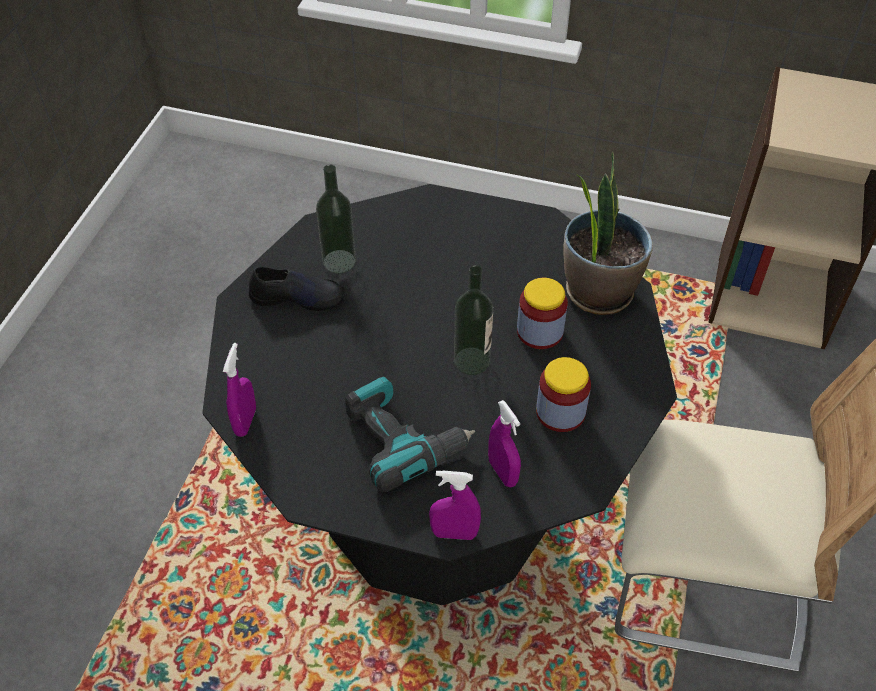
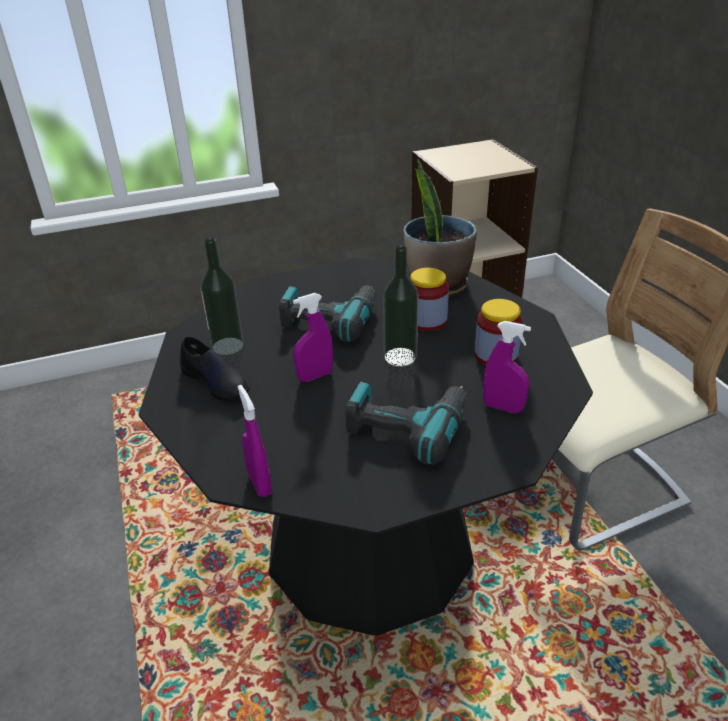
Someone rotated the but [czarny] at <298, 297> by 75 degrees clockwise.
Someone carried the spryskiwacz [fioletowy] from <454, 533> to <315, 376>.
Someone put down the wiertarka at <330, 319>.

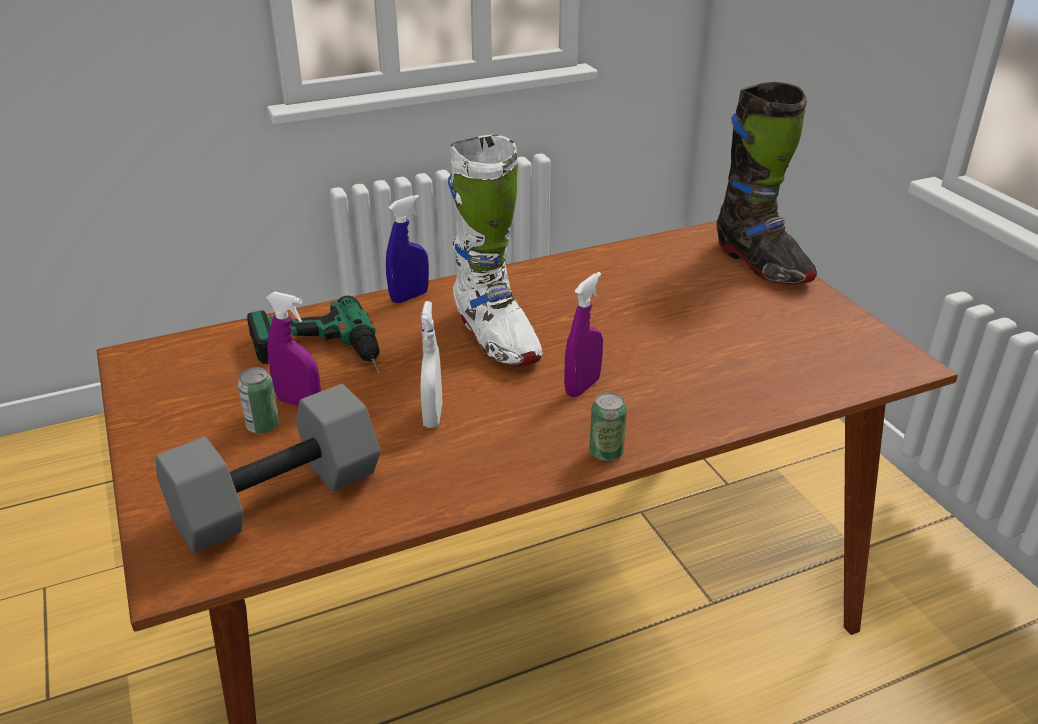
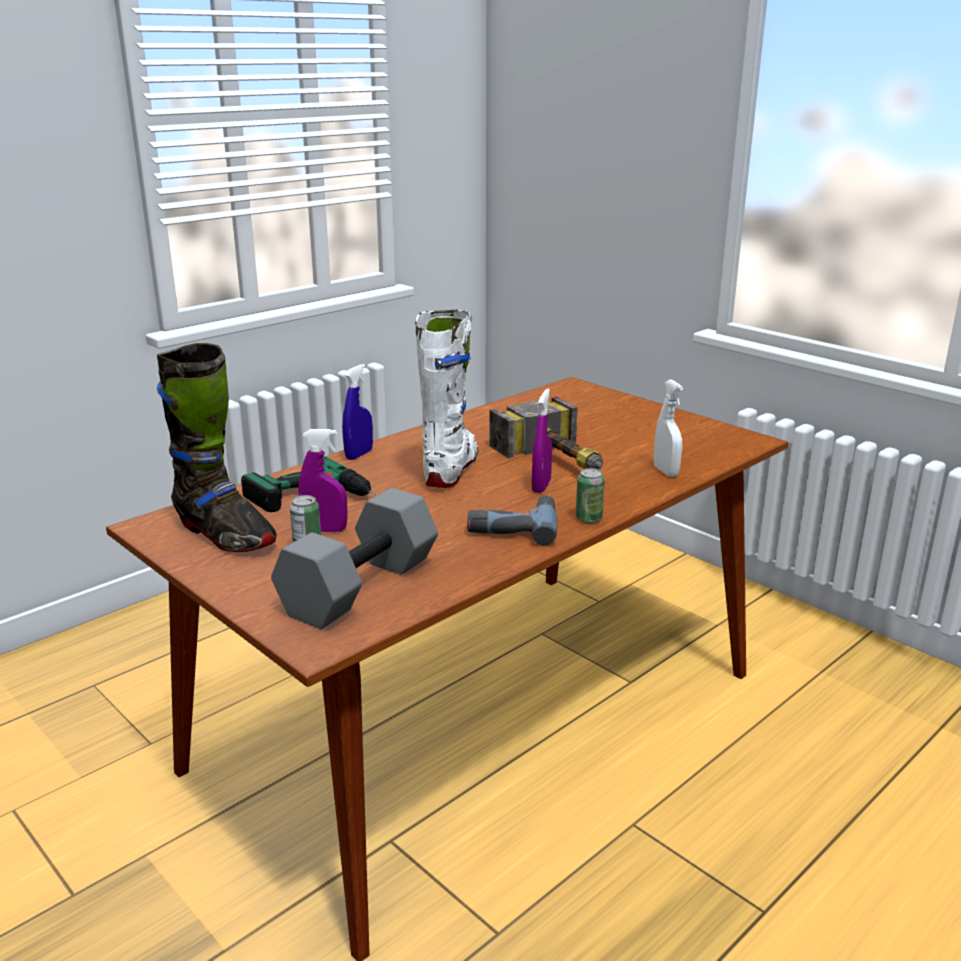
Someone carried the but z cholewką [czarny] from <761, 264> to <224, 535>.
Someone rotated the but z cholewką [biały] at <495, 338> by 120 degrees counterclockwise.
Someone carried the spryskiwacz [biały] from <433, 416> to <665, 471>.
Someone put down the młotek at <559, 461>.
Someone put down the wiertarka at <513, 526>.

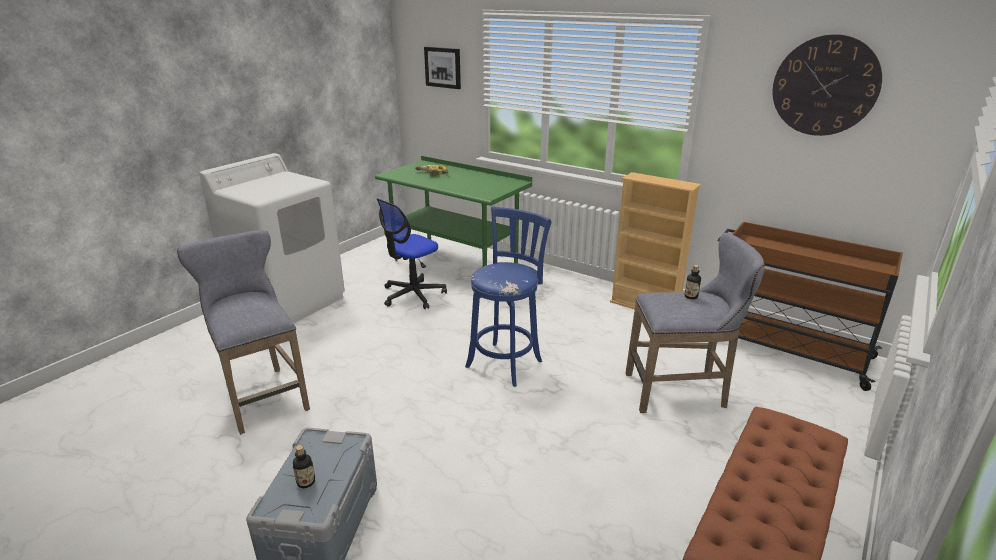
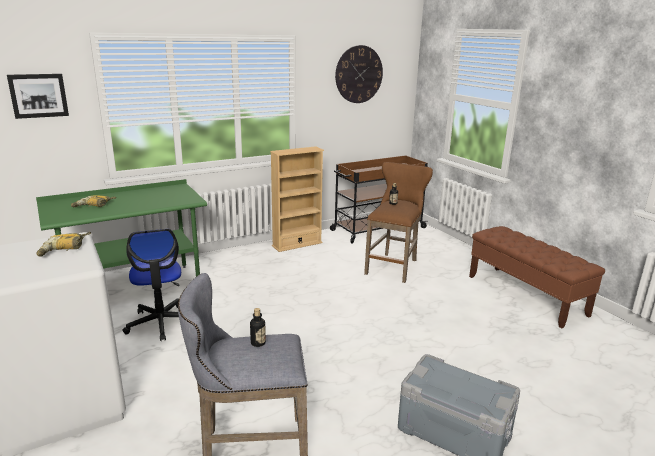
Someone took away the stołek [niebieski] at <506, 362>.
Someone repainted the stołek [szary] at <681, 392>, which became the stołek [brązowy] at <394, 266>.
Someone carried the butelka from <306, 482> to <258, 343>.
Someone put down the wiertarka at <64, 249>.

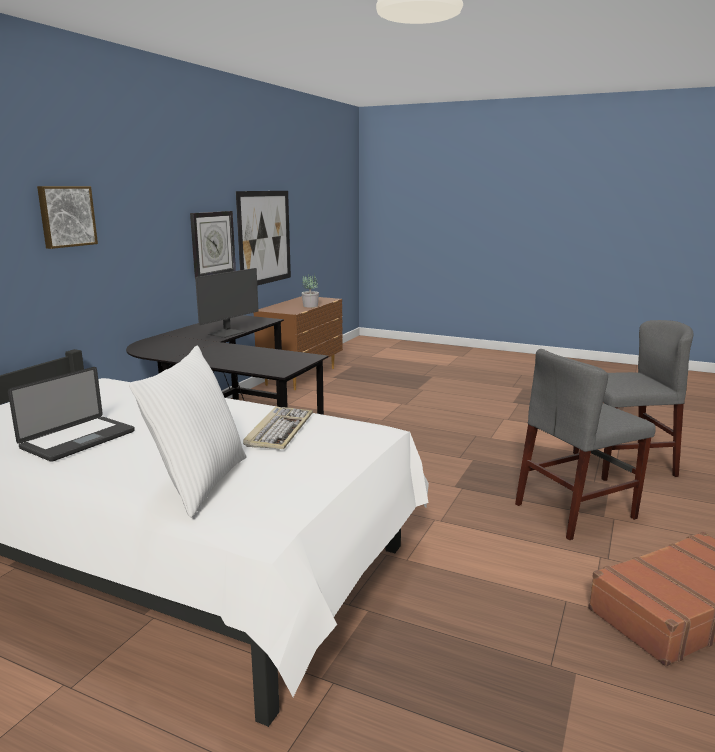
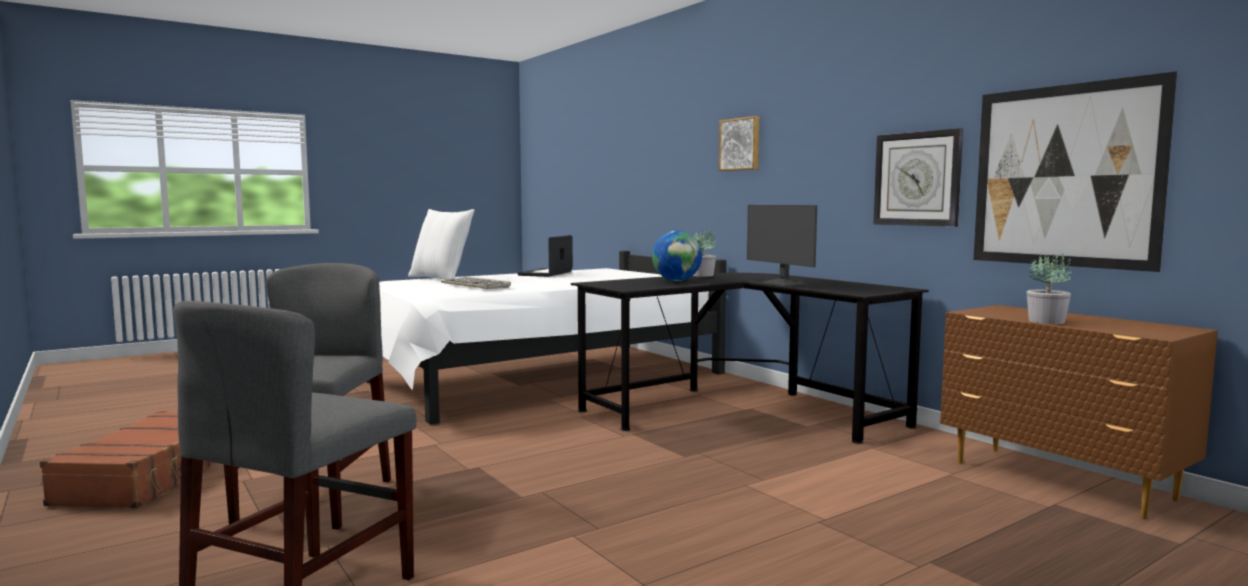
Someone rotated the laptop at <78, 440> by 45 degrees clockwise.
Someone put down the roślina doniczkowa at <703, 275>.
Someone put down the globus at <676, 281>.

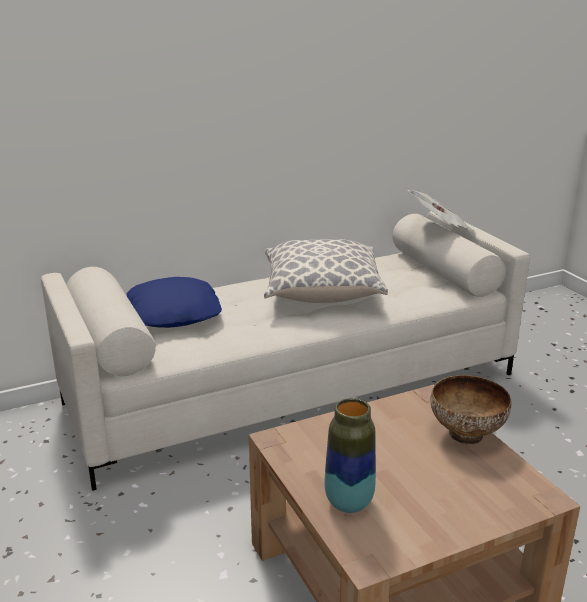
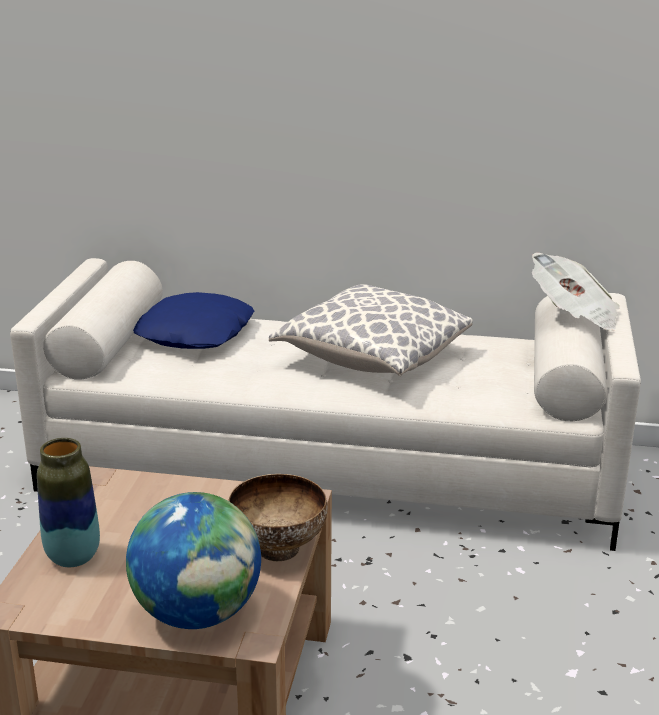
Someone put down the globus at <197, 614>.

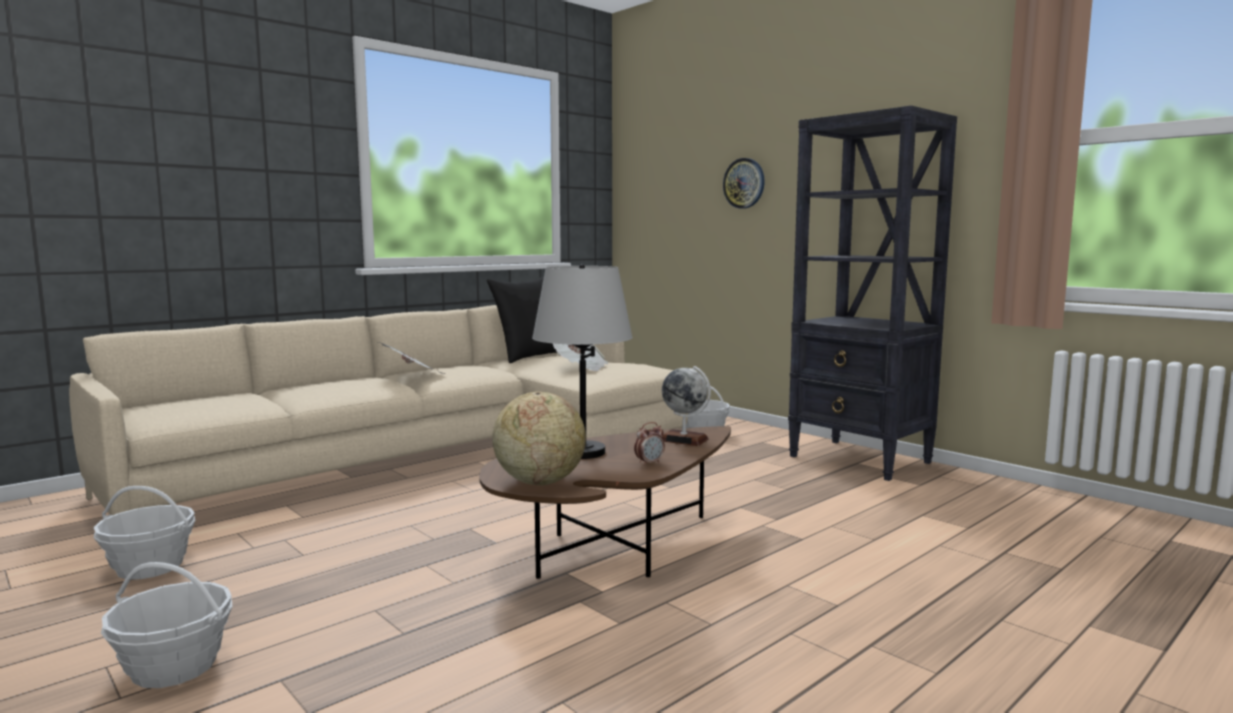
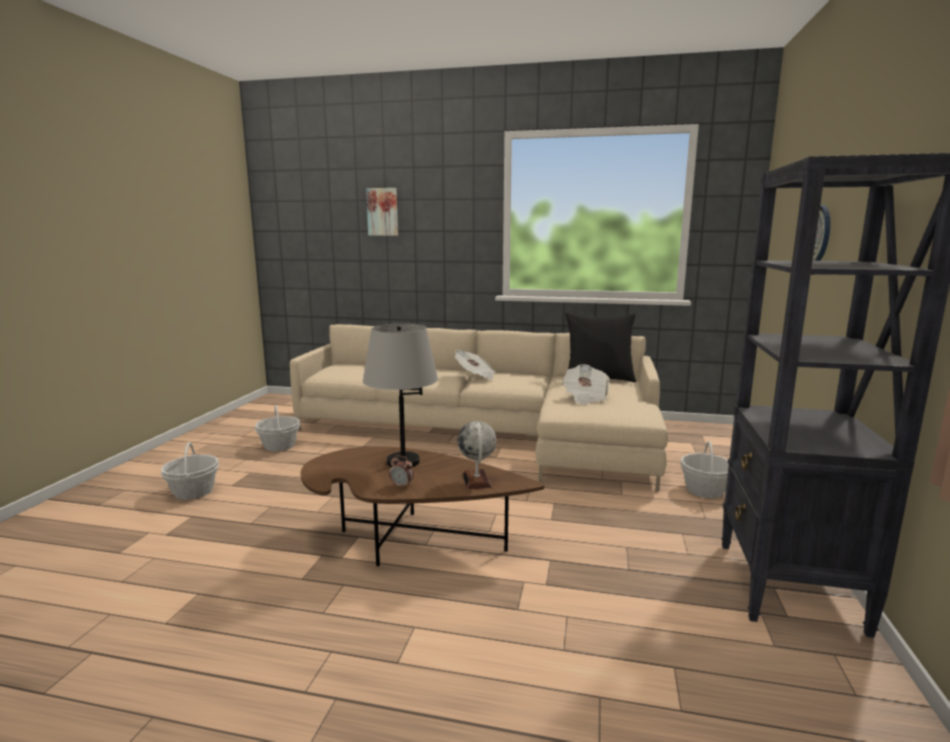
Someone took away the globus at <539, 482>.
Someone put up the obraz at <383, 212>.

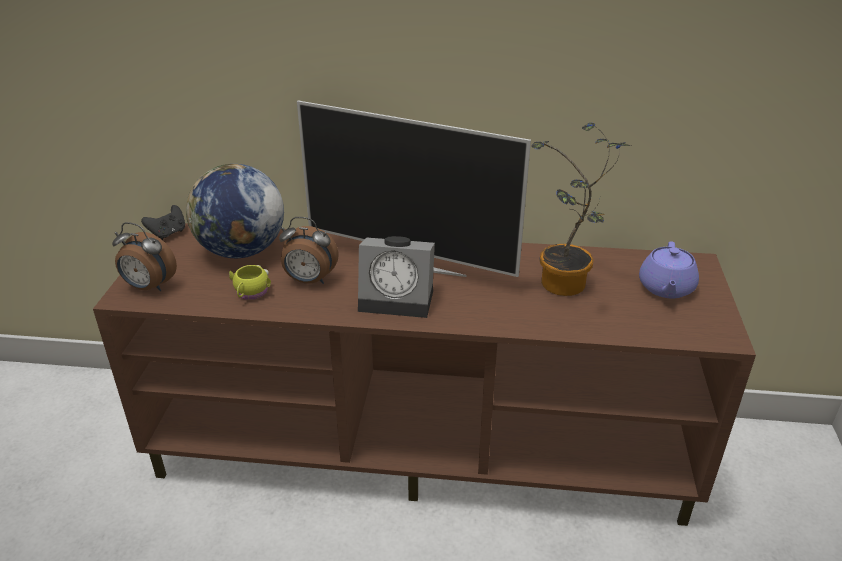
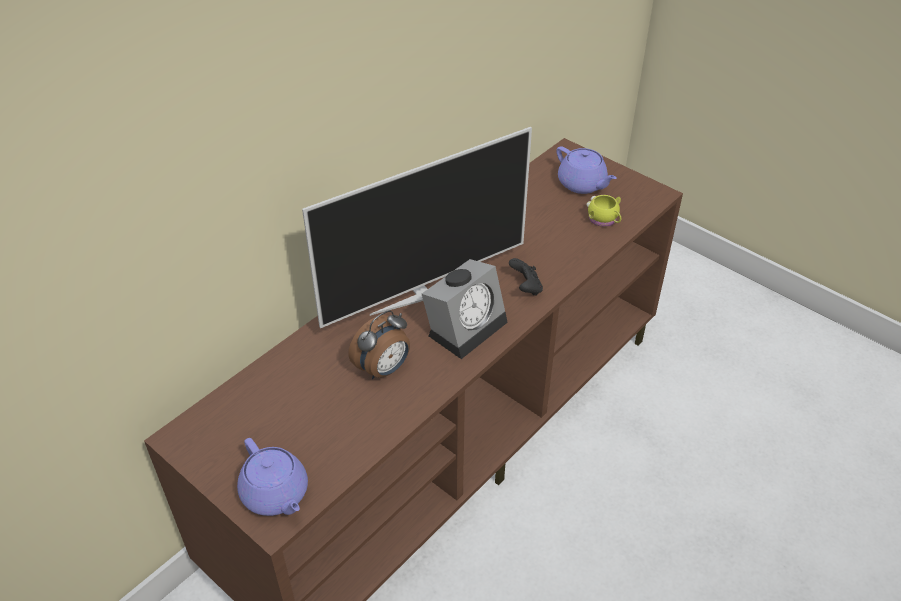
Someone took away the roślina doniczkowa at <564, 288>.
Someone took away the globus at <241, 251>.
Someone carried the pad do gier [czarny] from <168, 233> to <526, 288>.
Someone swapped the budzik at <149, 287> for the imbryk [fioletowy] at <276, 494>.
Someone carried the kubek [żółty] from <251, 293> to <604, 220>.

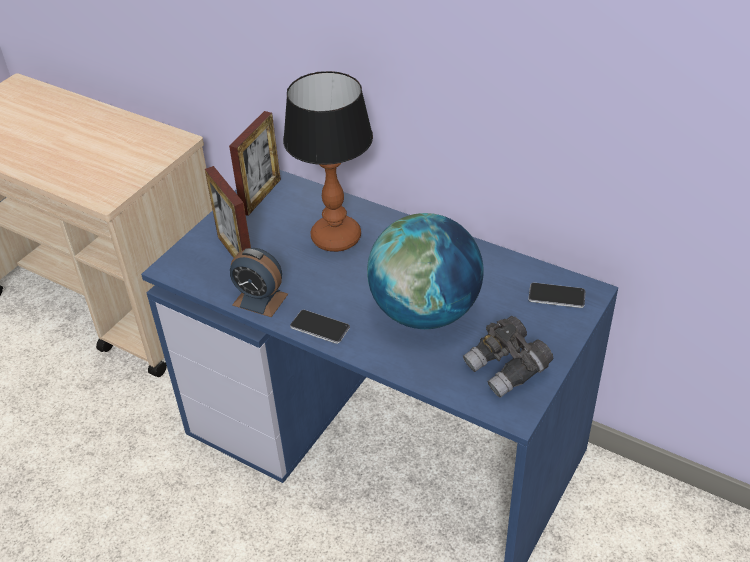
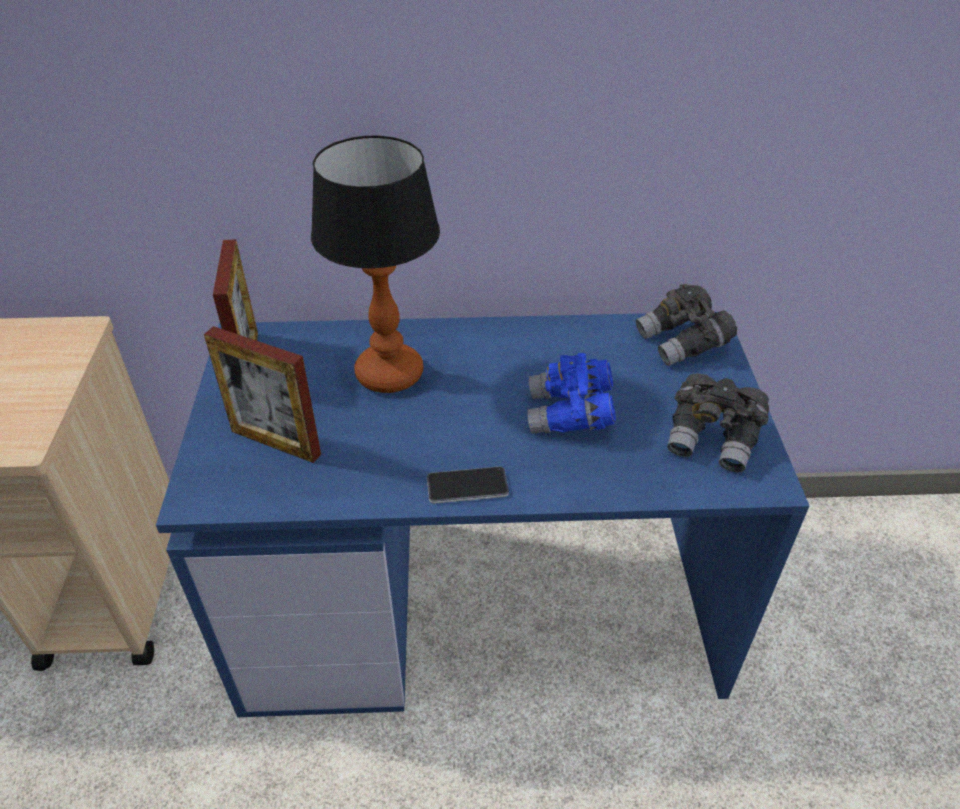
Someone swapped the globus at <425, 312> for the lornetka [niebieski] at <570, 415>.
Someone took away the budzik at <260, 299>.
Someone swapped the telefon at <556, 296> for the lornetka [szary] at <682, 343>.

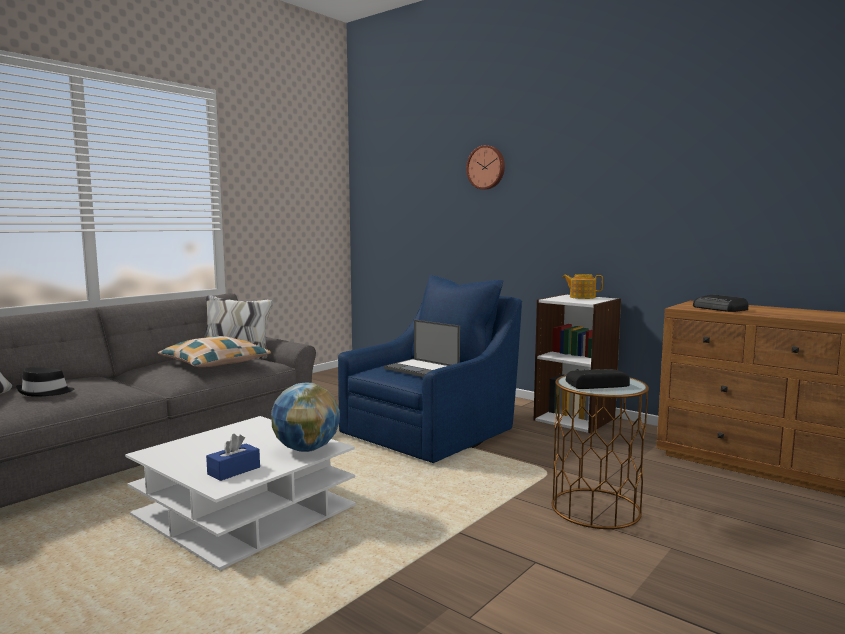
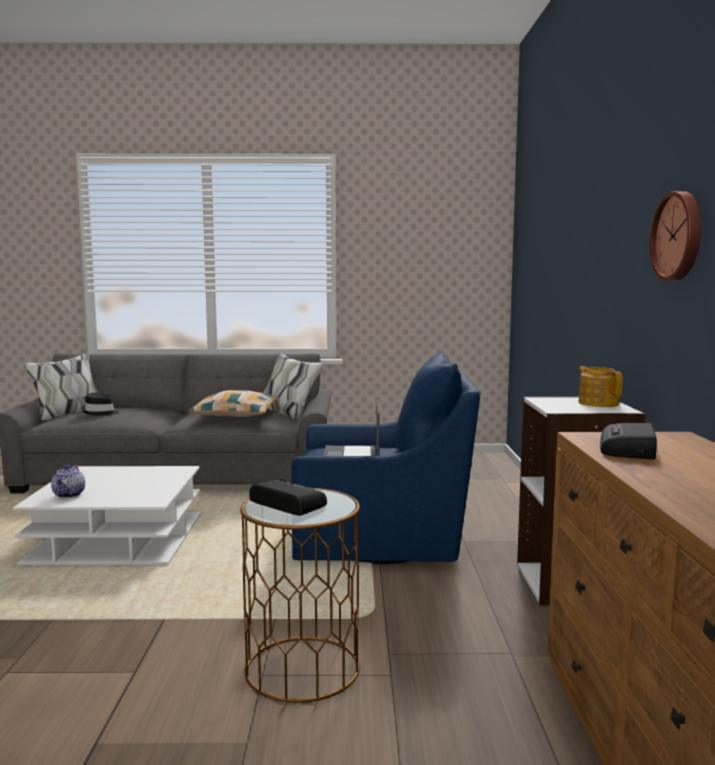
Someone carried the zegar ścienny from <486, 167> to <679, 236>.
Someone took away the globus at <306, 449>.
Someone swapped the pudełko chusteczek [niebieski] at <234, 471> for the imbryk at <69, 495>.

